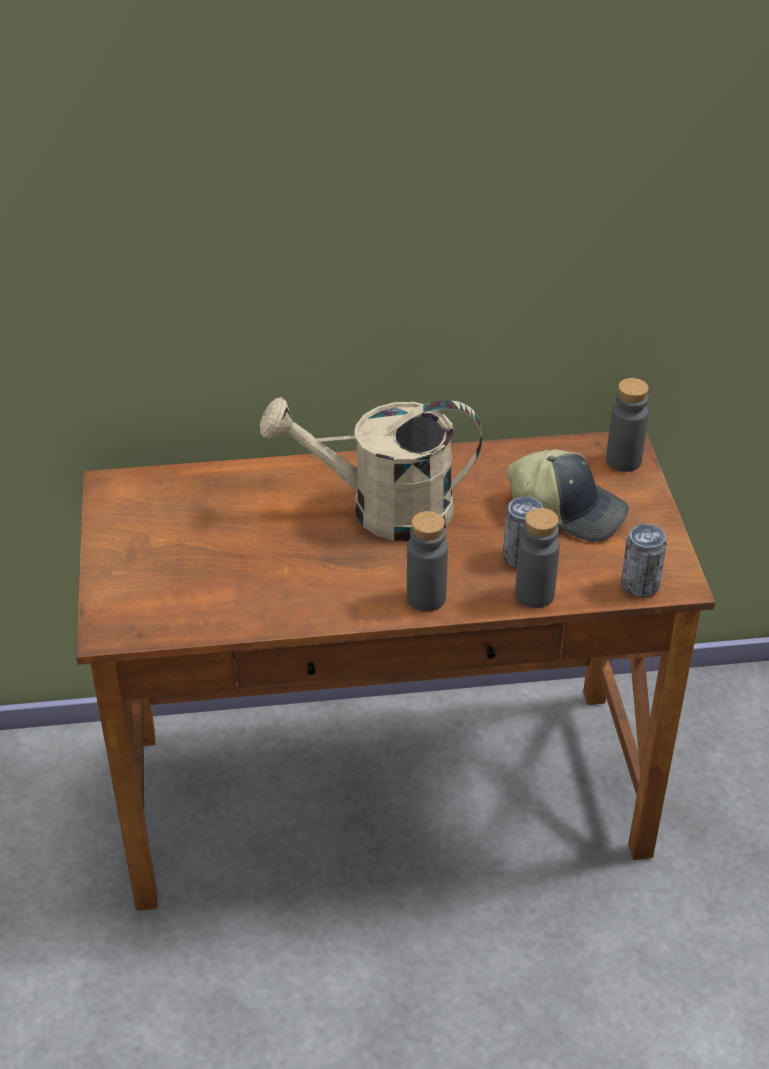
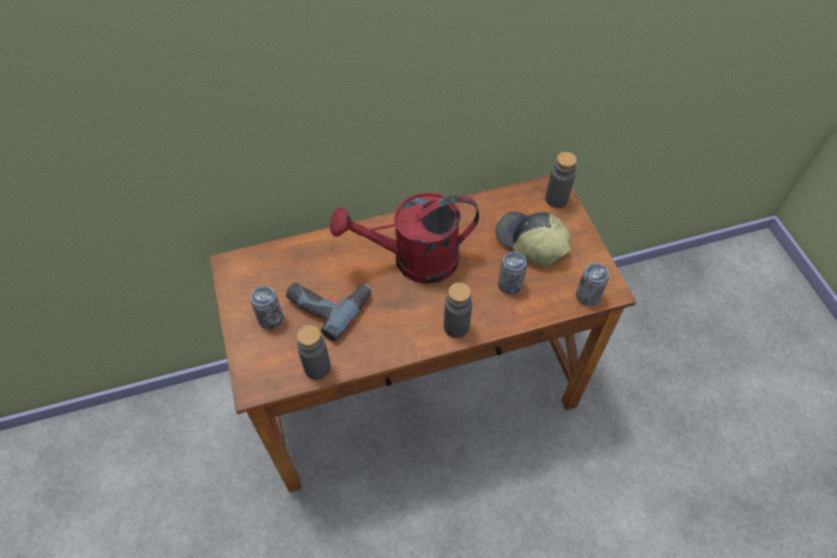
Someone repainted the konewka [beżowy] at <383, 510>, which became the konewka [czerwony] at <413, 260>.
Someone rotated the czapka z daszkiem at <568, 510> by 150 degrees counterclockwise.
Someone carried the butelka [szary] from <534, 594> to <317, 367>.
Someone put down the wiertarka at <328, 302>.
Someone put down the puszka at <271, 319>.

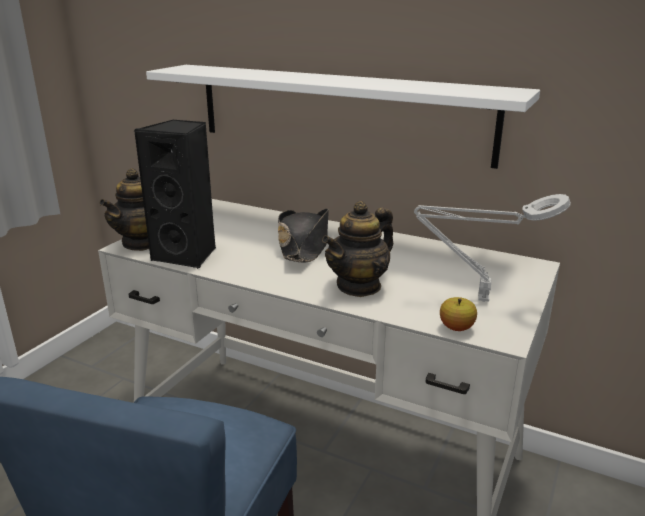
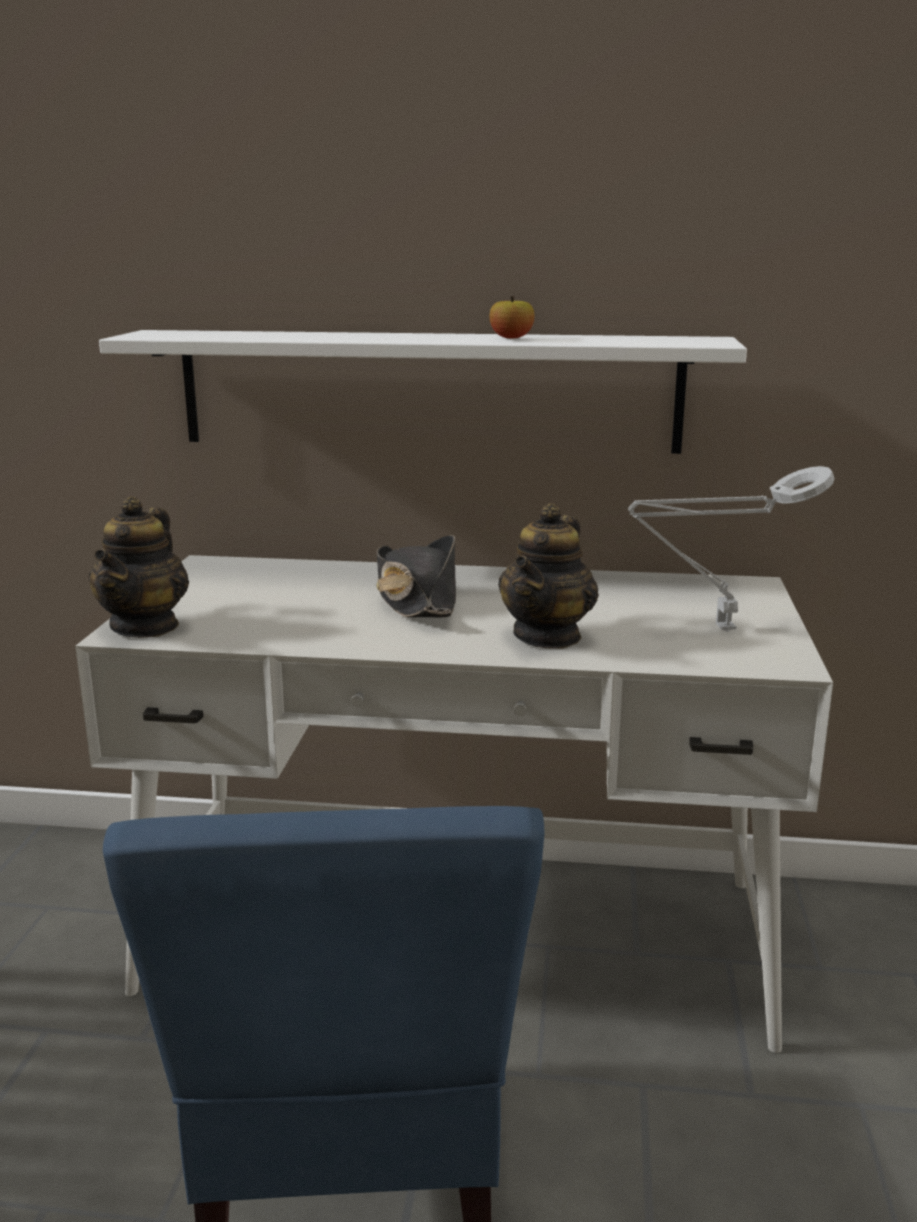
Someone took away the głośnik [czarny] at <188, 255>.
Someone carried the jabłko from <456, 328> to <511, 338>.

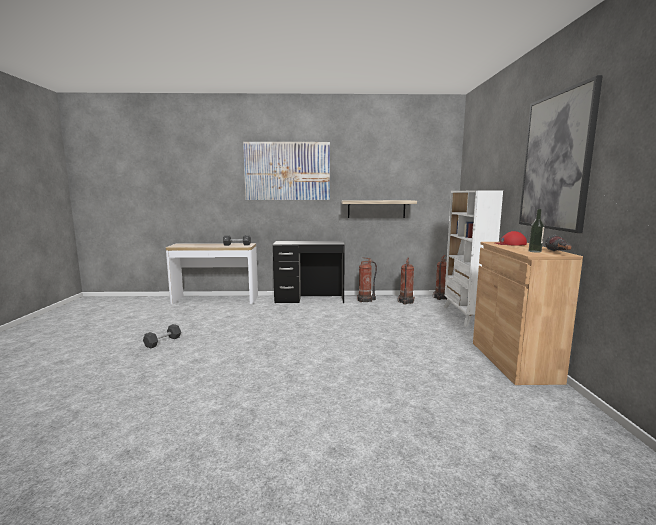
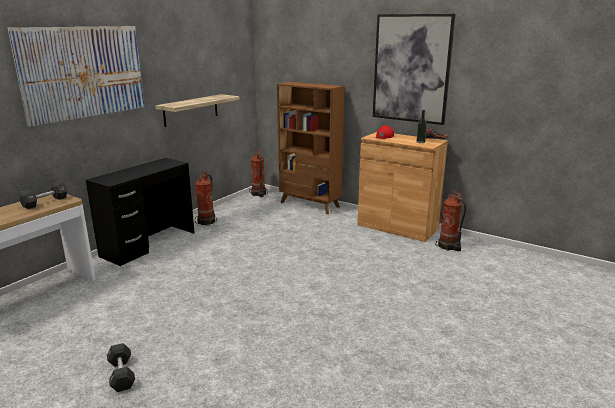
Someone repainted the regał [biały] at <465, 316>, which became the regał [brązowy] at <310, 205>.
Someone carried the gaśnica from <405, 302> to <448, 247>.

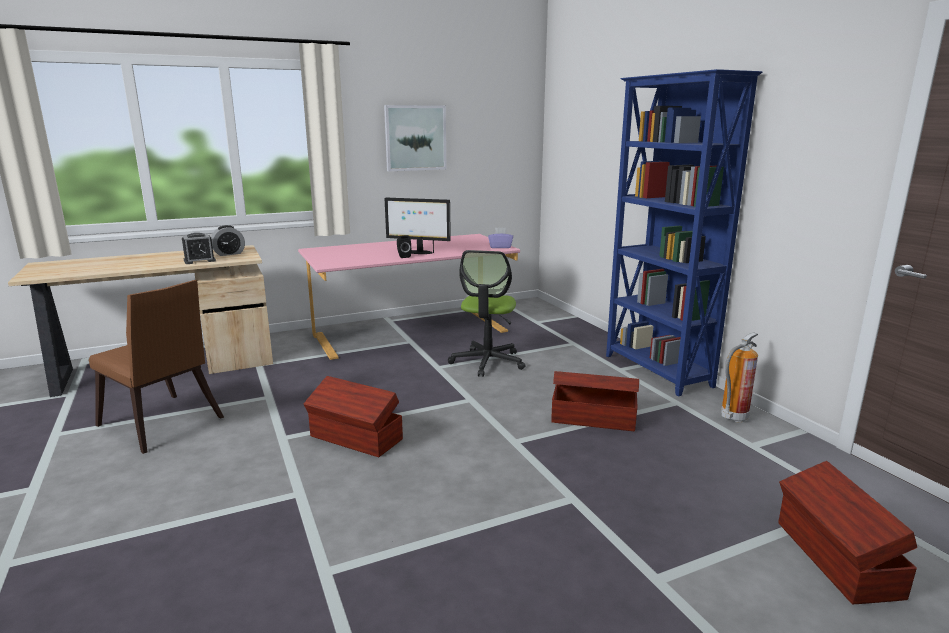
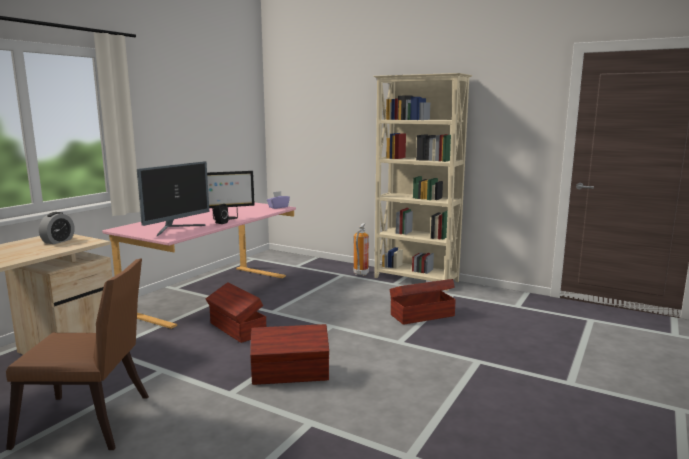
Someone repainted the regał [niebieski] at <657, 371>, which became the regał [beżowy] at <416, 280>.
Someone took away the obraz at <415, 138>.
Someone took away the budzik at <199, 260>.
Someone took away the krzesło biurowe at <487, 362>.
Someone carried the gaśnica from <733, 417> to <360, 274>.
Someone carried the pojemnik do przechowywania [brązowy] from <836, 559> to <237, 329>.
Someone put down the monitor at <176, 229>.

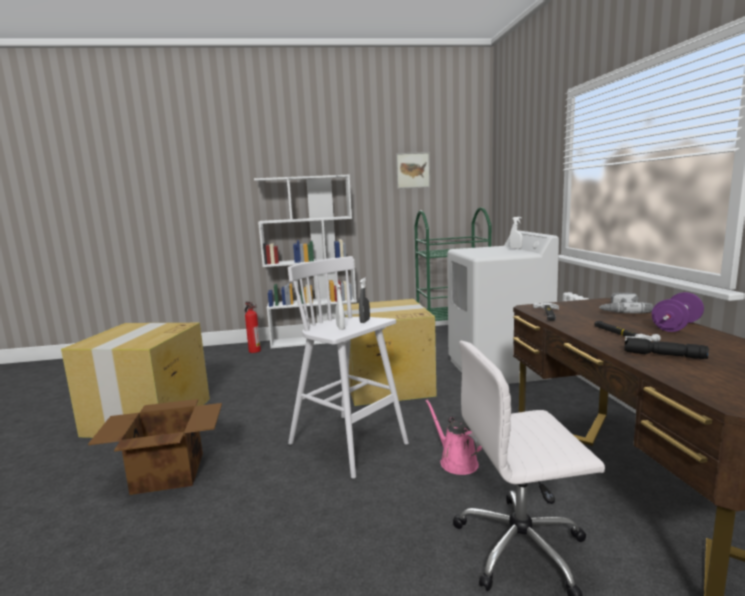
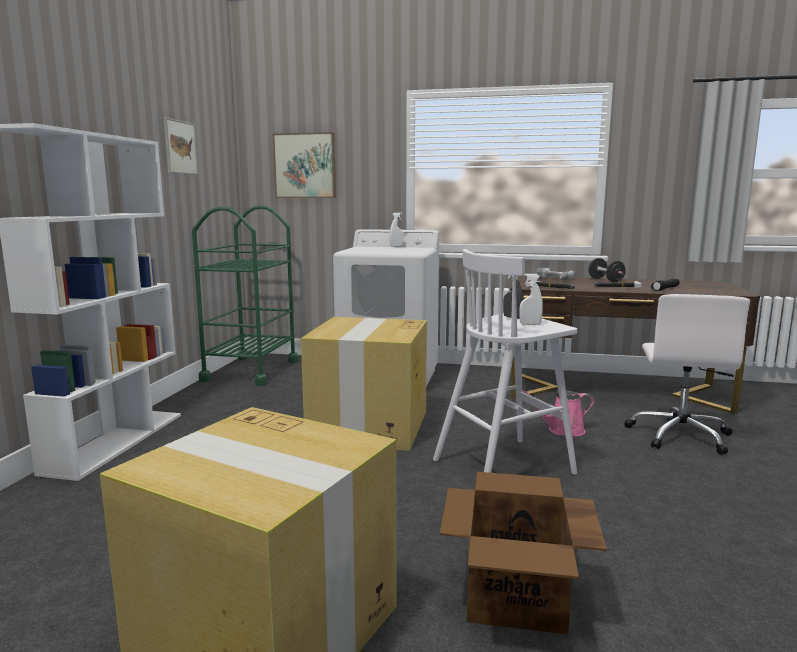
Someone repainted the hantel [fioletowy] at <676, 326>, which became the hantel [czarny] at <605, 280>.
Someone took away the gaśnica at <254, 350>.
Someone put up the obraz at <305, 166>.

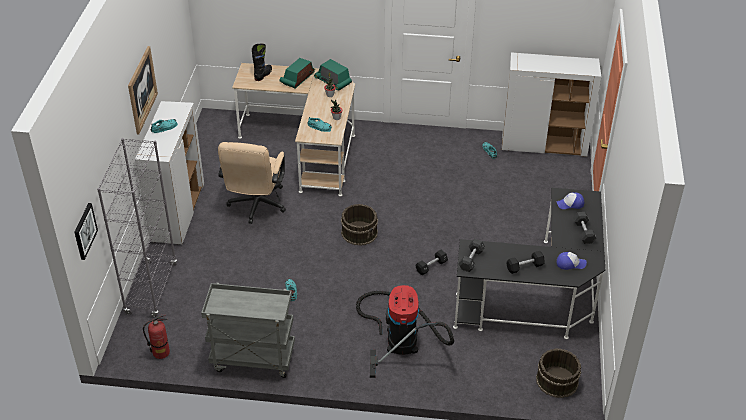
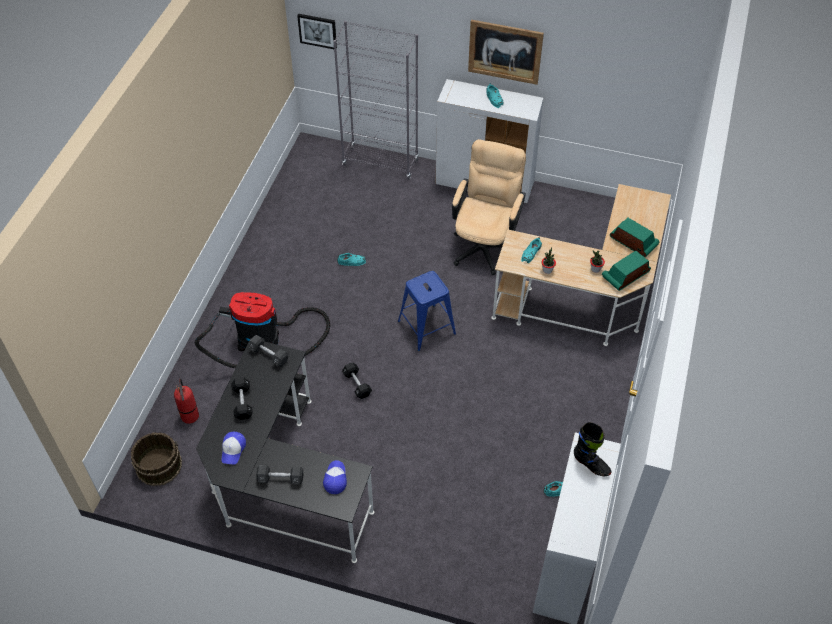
Someone carried the but z cholewką [czarny] from <263, 75> to <591, 464>.
Someone rotated the krzesło biurowe [beżowy] at <256, 207> by 90 degrees clockwise.
Someone swapped the wiadro [brązowy] at <359, 232> for the stołek [niebieski] at <426, 327>.
Someone took away the wózek [szary] at <252, 359>.
Someone carried the gaśnica from <161, 352> to <190, 416>.

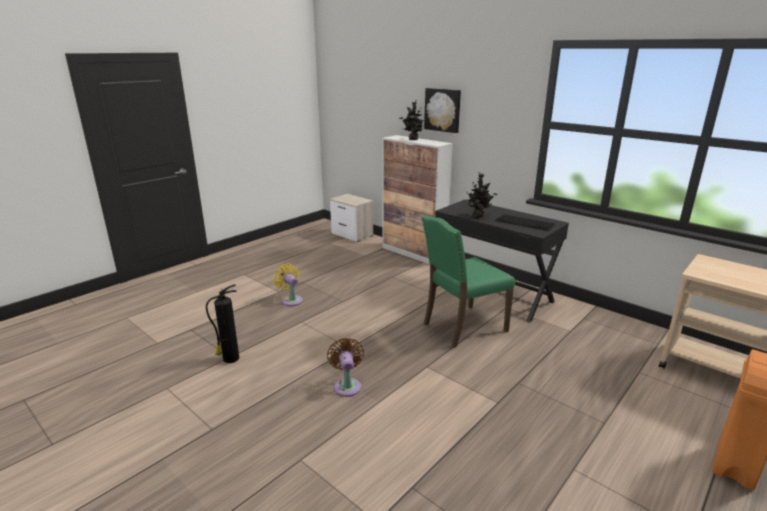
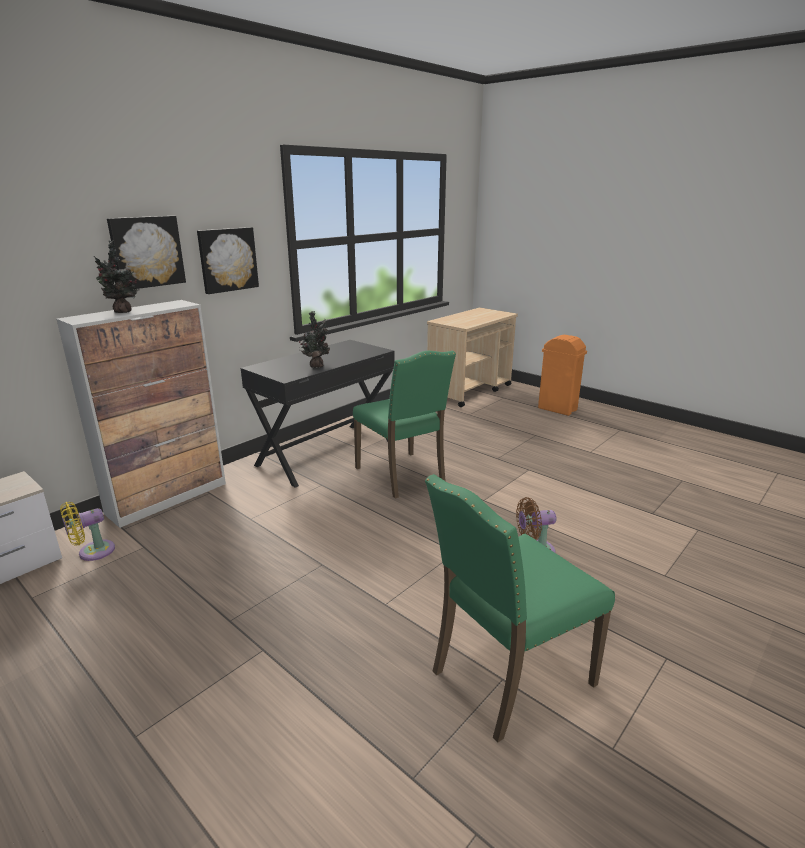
Someone took away the klawiatura at <525, 222>.
Someone carried the wentylator [żółty] from <291, 300> to <92, 552>.
Someone swapped the gaśnica at <230, 359> for the krzesło [zielony] at <507, 676>.
Someone put up the obraz at <227, 259>.

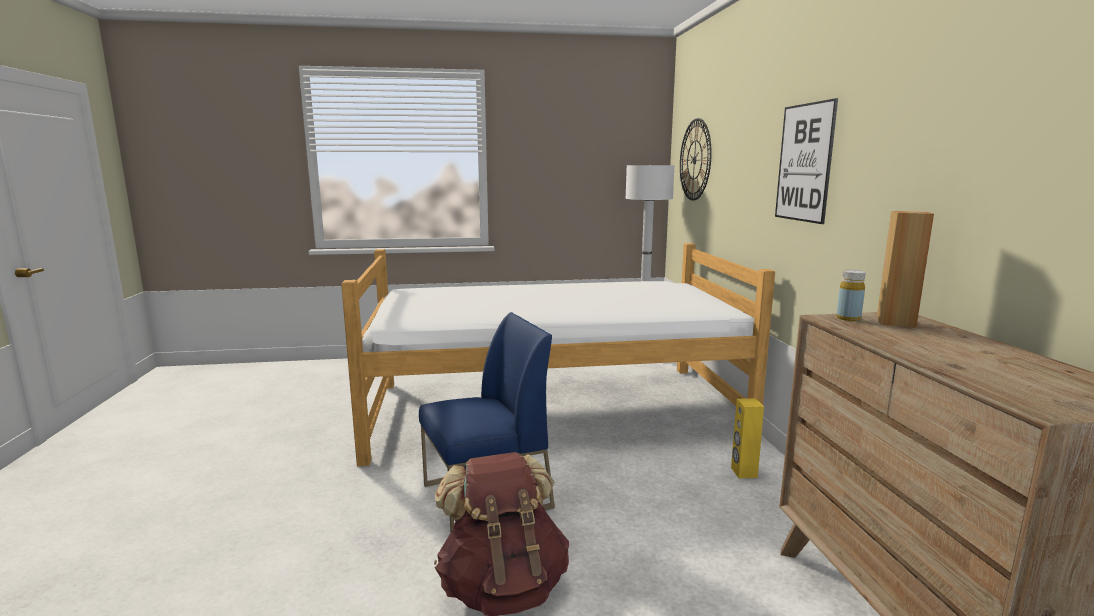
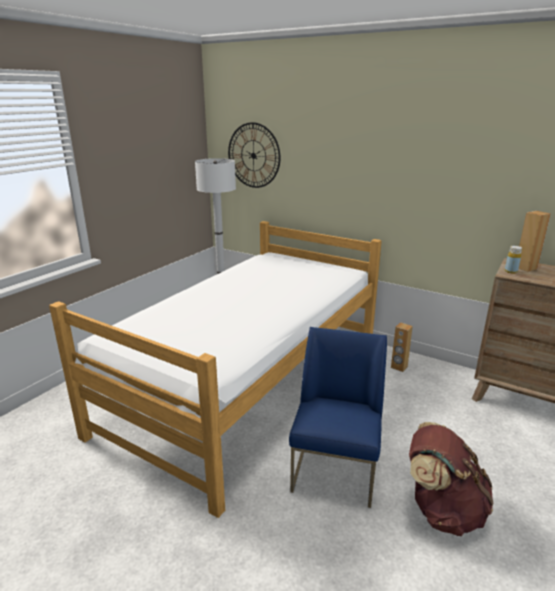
Someone took away the obraz at <804, 163>.
Someone repainted the głośnik [żółty] at <743, 472>, which became the głośnik [brązowy] at <399, 367>.

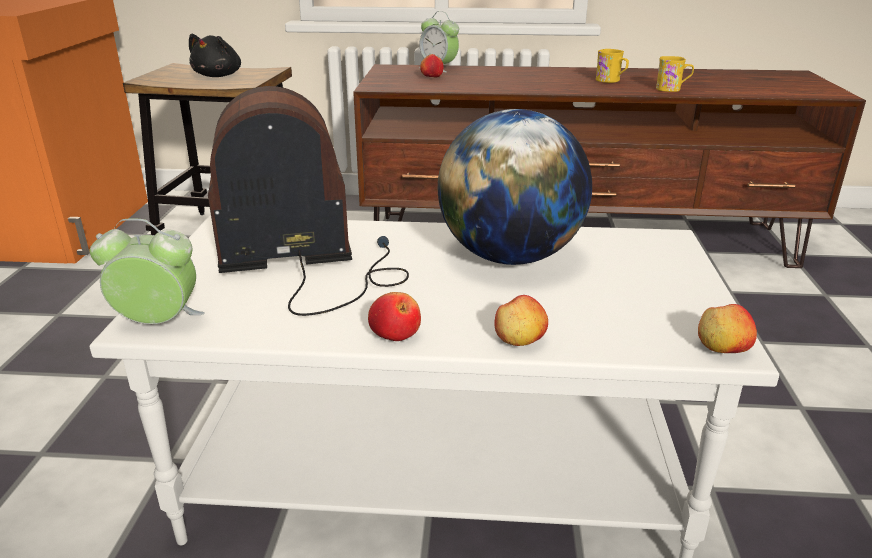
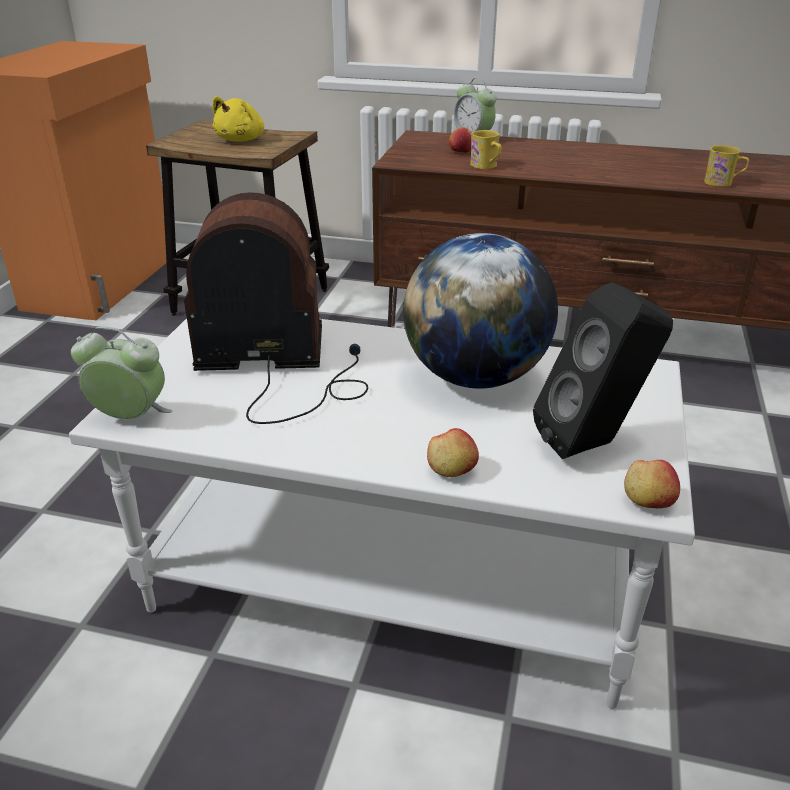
Someone repainted the pluszak [czarny] at <219, 76>, which became the pluszak [żółty] at <242, 140>.
Someone carried the kubek [żółty] from <611, 81> to <486, 167>.
Someone took away the jabłko at <395, 334>.
Someone put down the głośnik [czarny] at <593, 444>.

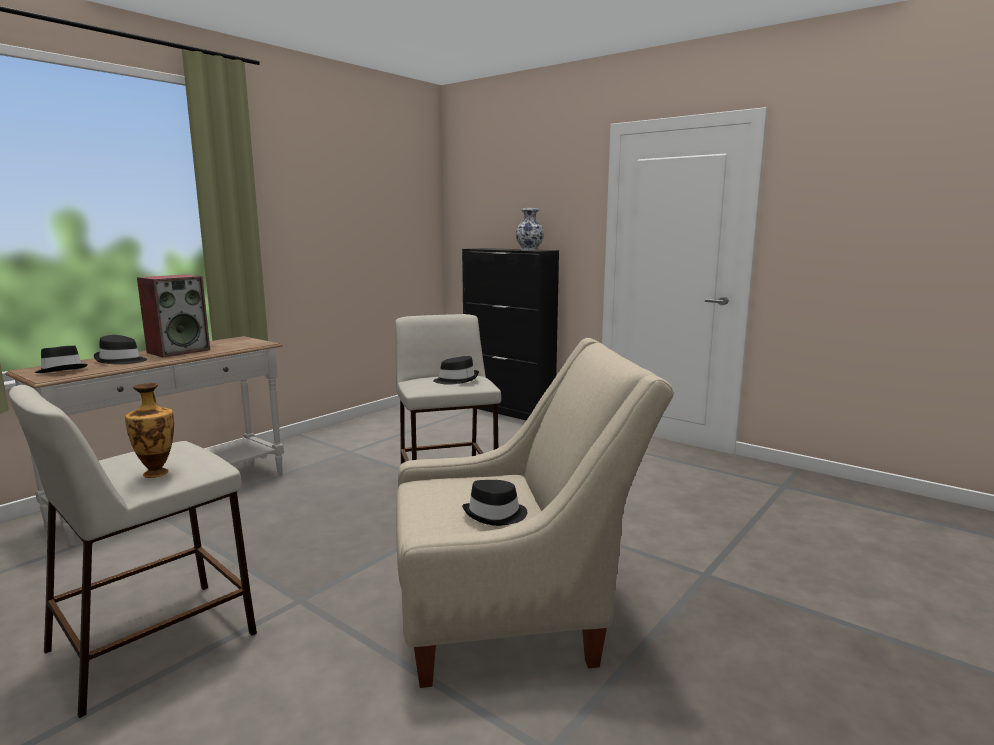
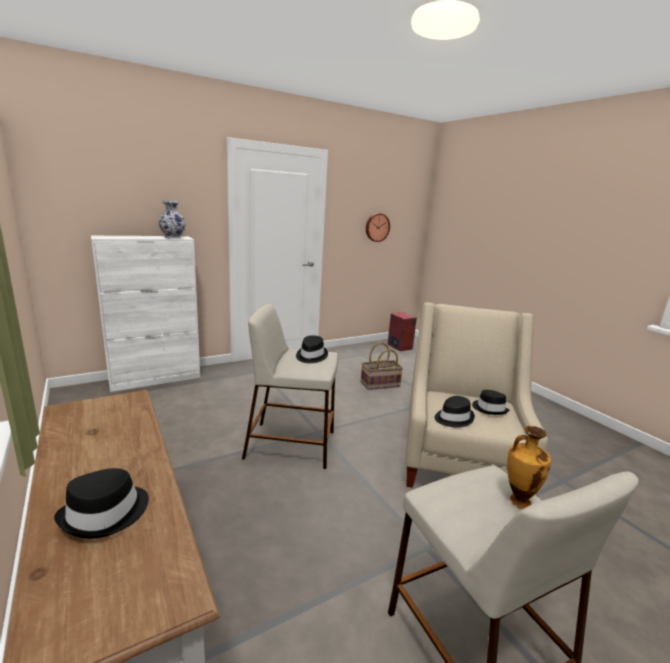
Someone repainted the szafka [czarny] at <508, 411>, which became the szafka [biały] at <156, 379>.
Someone carried the głośnik from <179, 351> to <399, 346>.
Someone carried the kapelusz [czarny] from <61, 370> to <453, 418>.
Someone put up the zegar ścienny at <377, 227>.
Someone put down the koszyk at <380, 384>.

